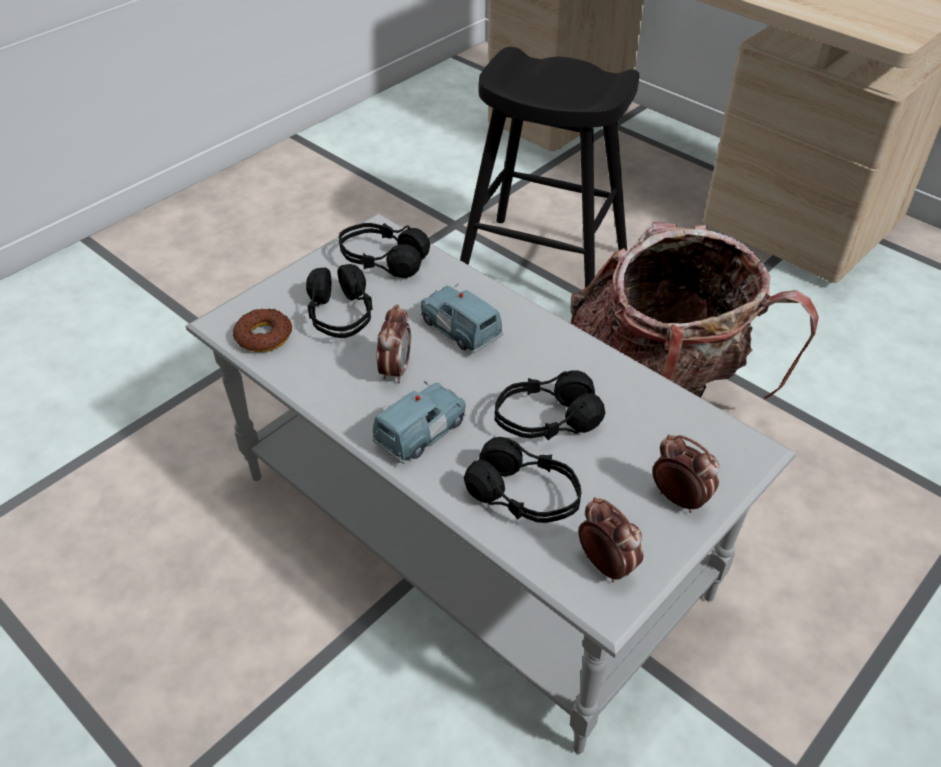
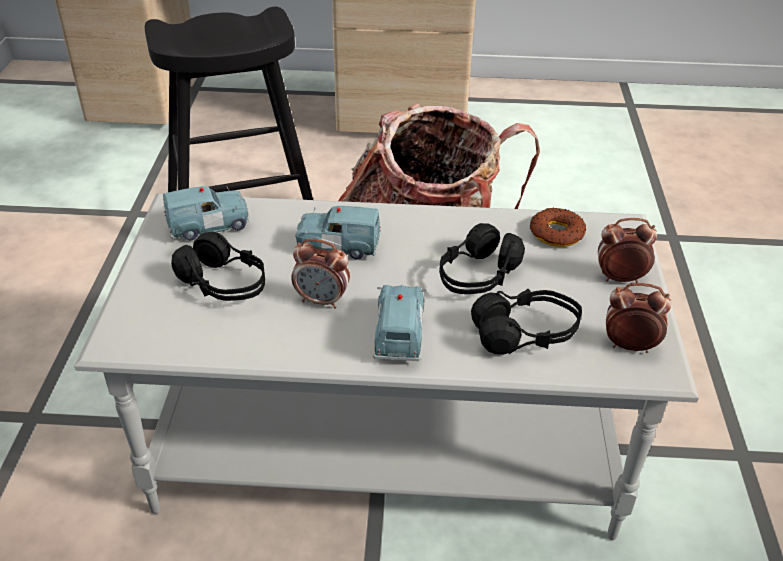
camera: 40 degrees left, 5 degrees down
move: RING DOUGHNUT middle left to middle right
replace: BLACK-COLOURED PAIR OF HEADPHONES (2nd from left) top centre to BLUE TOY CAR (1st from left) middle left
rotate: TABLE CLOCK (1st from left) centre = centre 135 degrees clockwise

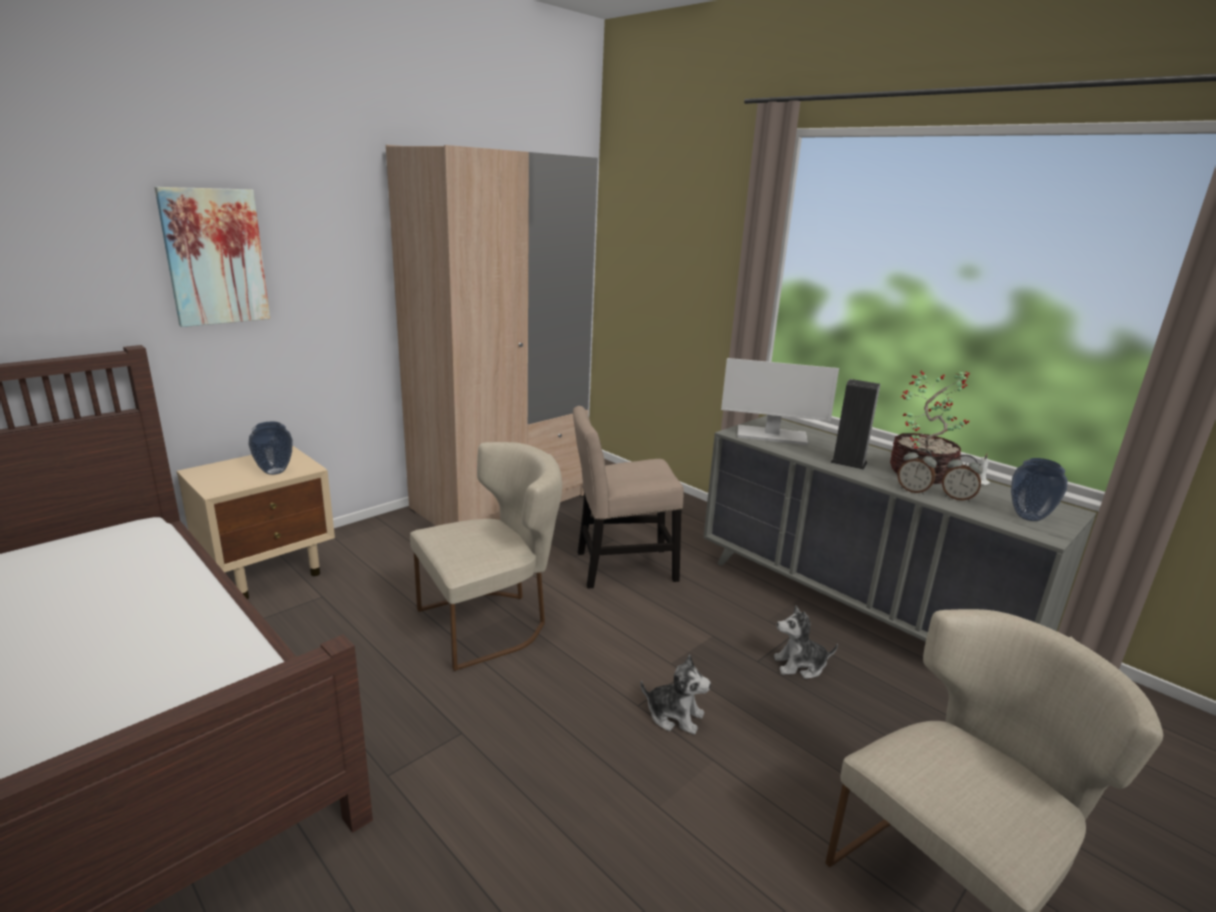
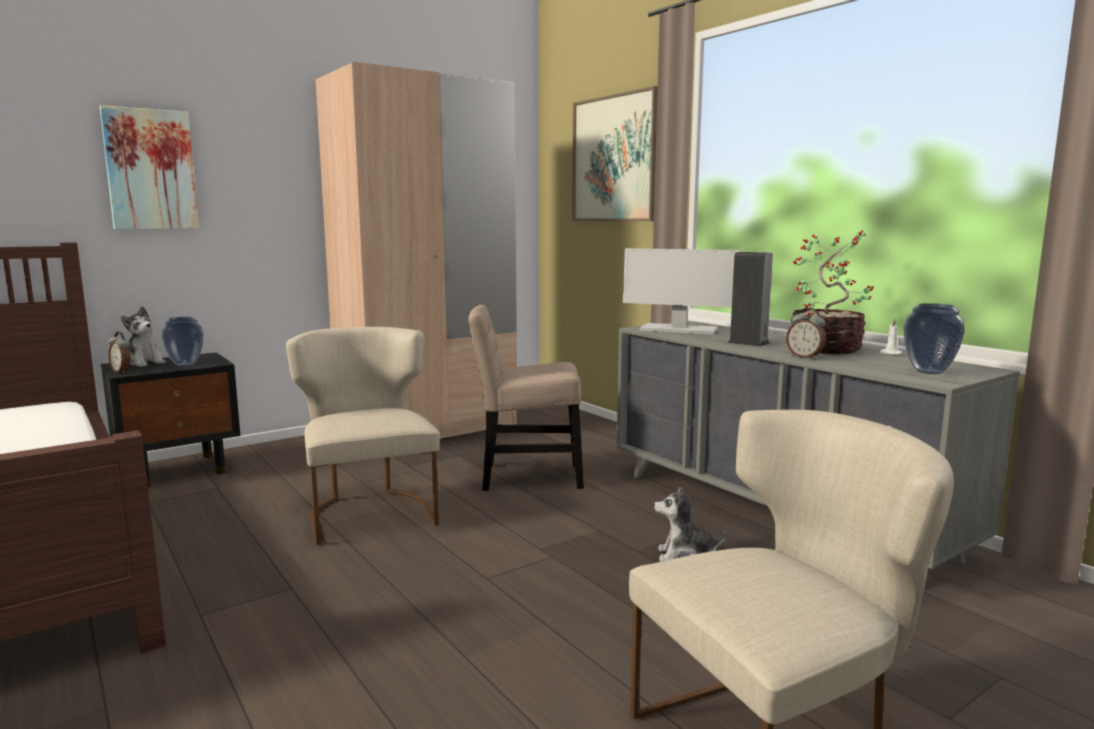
camera: 10 degrees right, 10 degrees down
insert: WALL ART (2nd from left) top centre
move: PLUSH TOY (1st from left) bottom centre to middle left; TABLE CLOCK (2nd from left in the first image) middle right to TABLE CLOCK (1st from left) middle left
recolor: SAND-COLOURED NIGHT TABLE middle left to BLACK-COLOURED NIGHT TABLE middle left
rotate: SAND-COLOURED PLAIN CHAIR (1st from left) centre = middle left 90 degrees counterclockwise

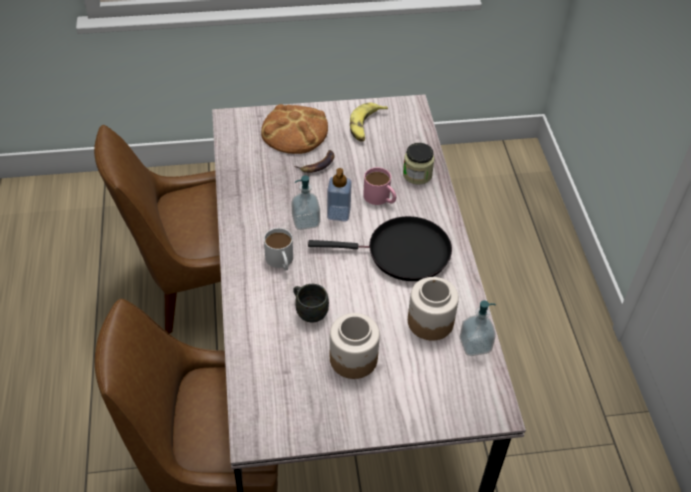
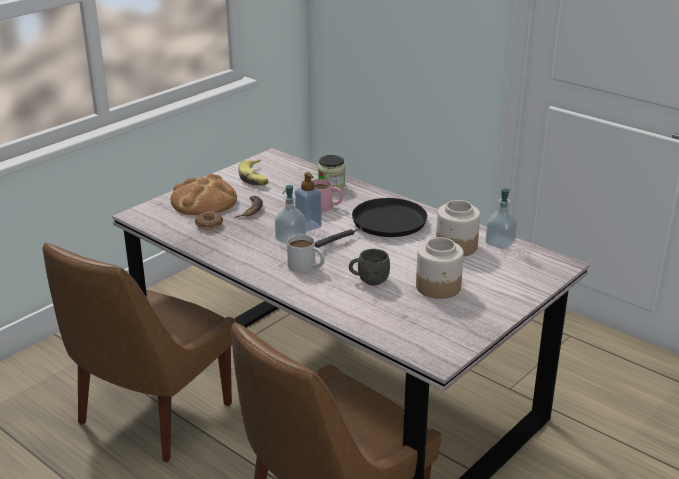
camera: 40 degrees left, 20 degrees down
insert: RING DOUGHNUT middle left

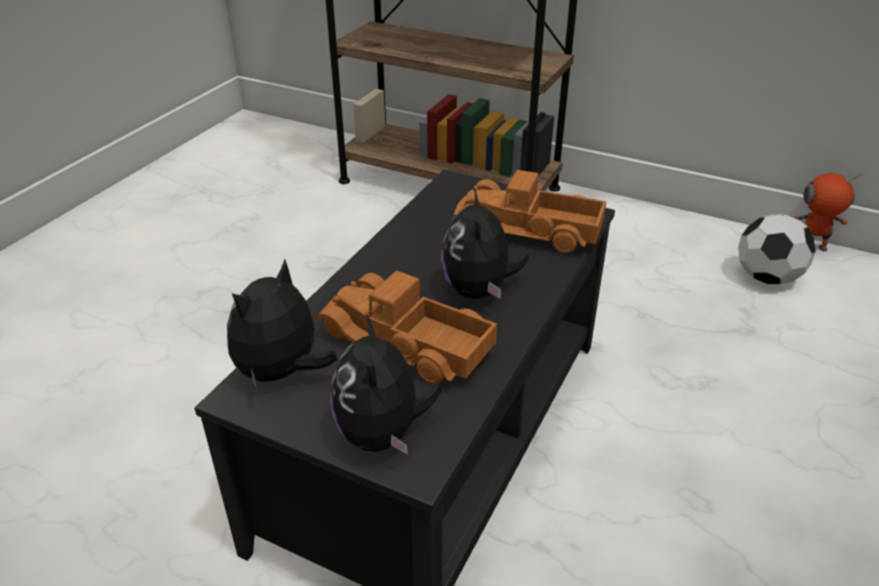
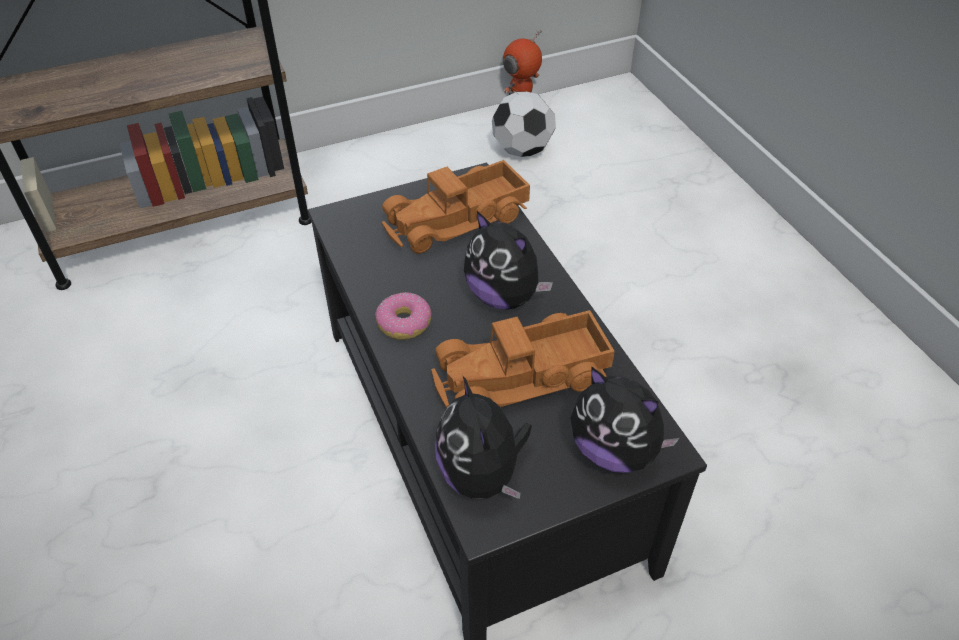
camera: 50 degrees left, 10 degrees up
insert: RING DOUGHNUT centre

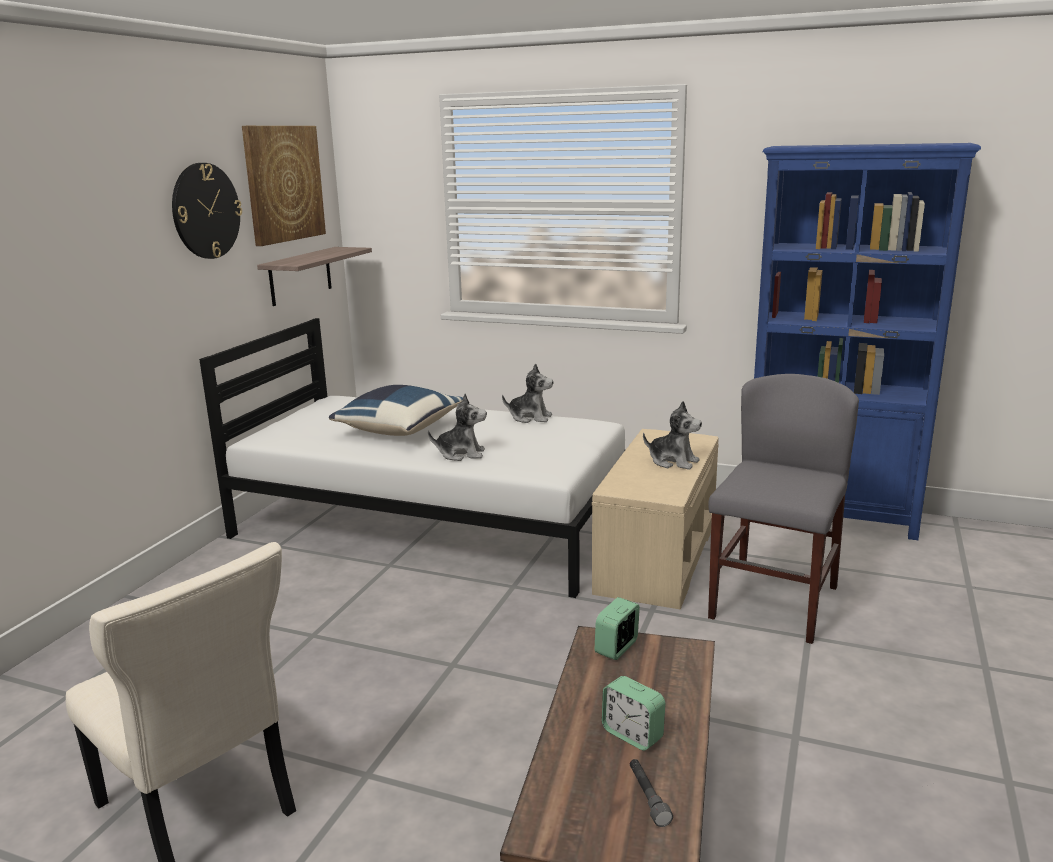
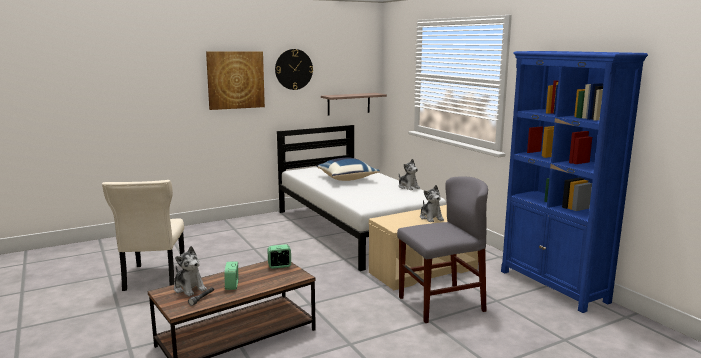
camera: 40 degrees right, 5 degrees down
move: WALL ART top left to top centre; PLUSH TOY (1st from left) centre to bottom left

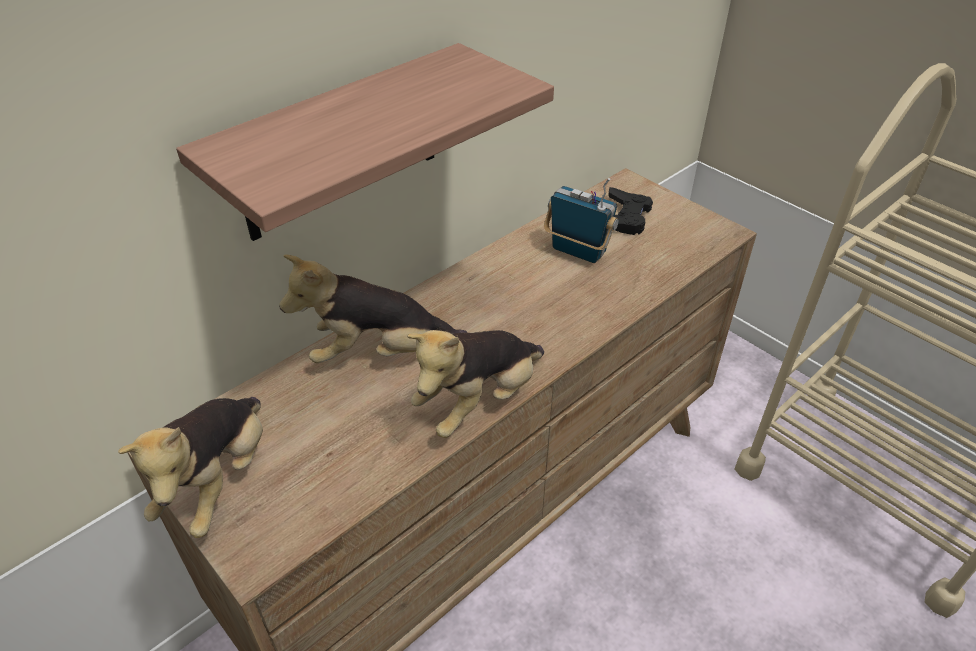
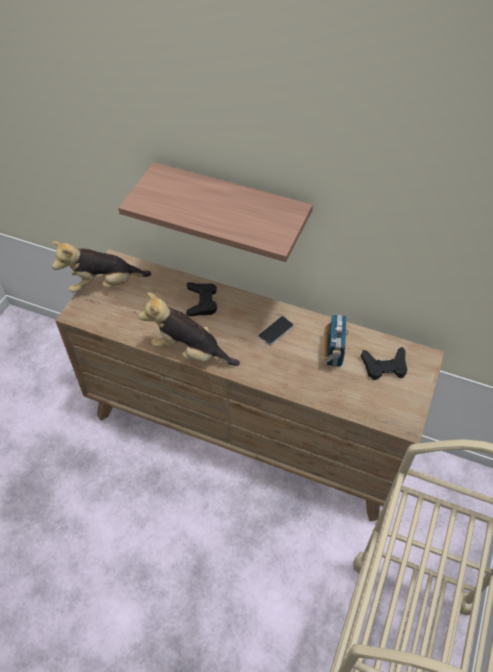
camera: 65 degrees right, 10 degrees up
insert: PHONE centre
replace: PLUSH TOY (2nd from left) centre to BLACK-COLOURED JOYPAD (1st from left) centre

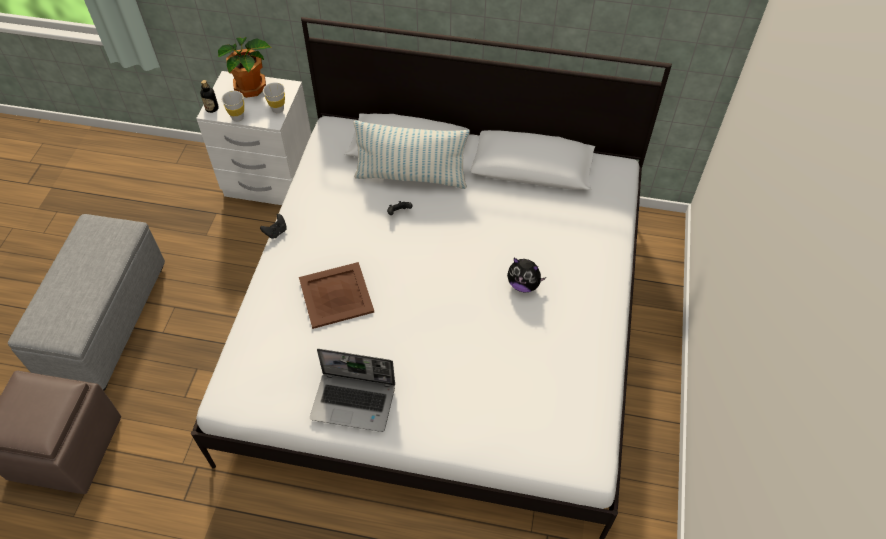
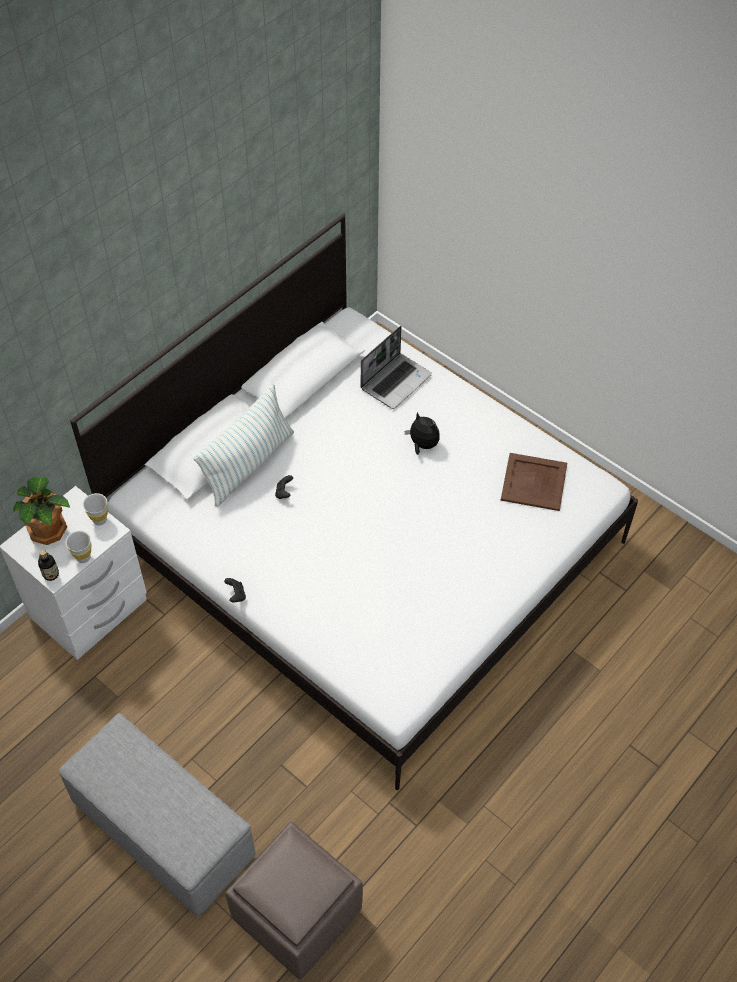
camera: 60 degrees left, 0 degrees up
move: BROWN-COLOURED TRAY centre to middle right; NOTEBOOK COMPUTER bottom centre to centre
rotate: PLUSH TOY centre = centre 105 degrees counterclockwise

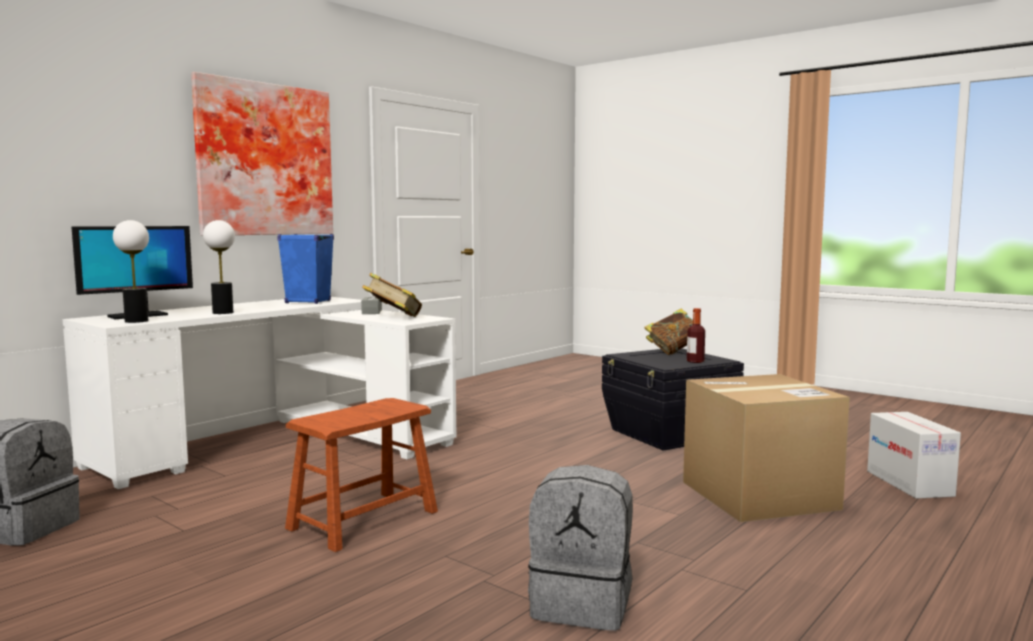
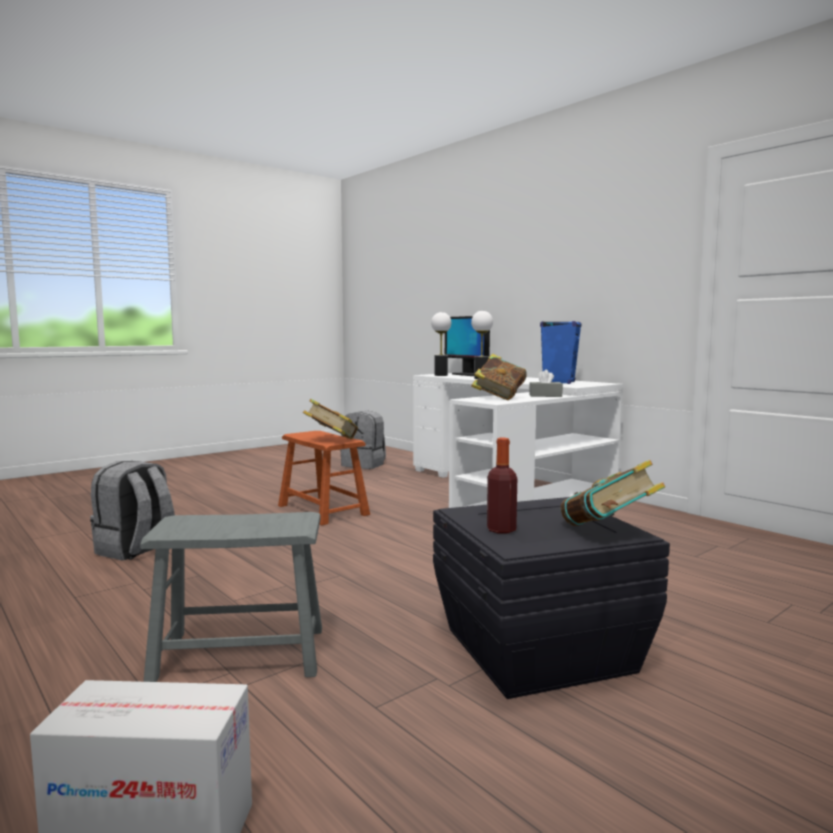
camera: 100 degrees right, 0 degrees up
delete: WALL ART top left
insert: BOOK (1st from left) centre
replace: CARTON (1st from left) bottom right to GREY STOOL bottom left

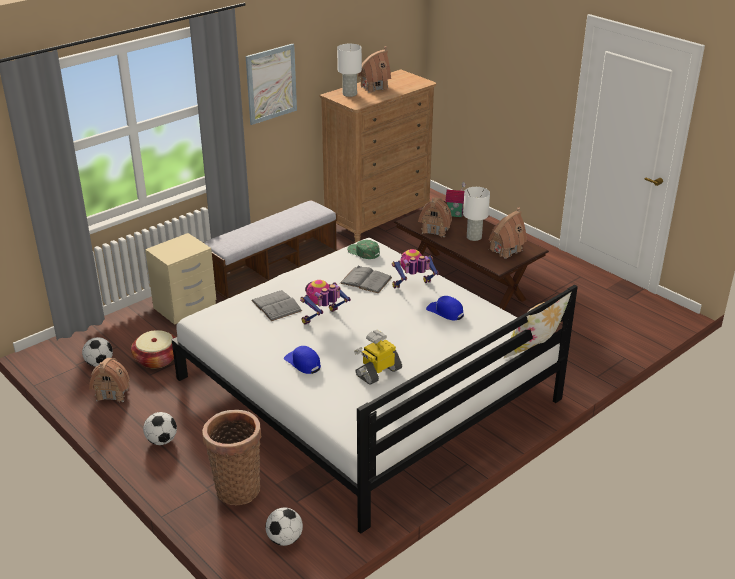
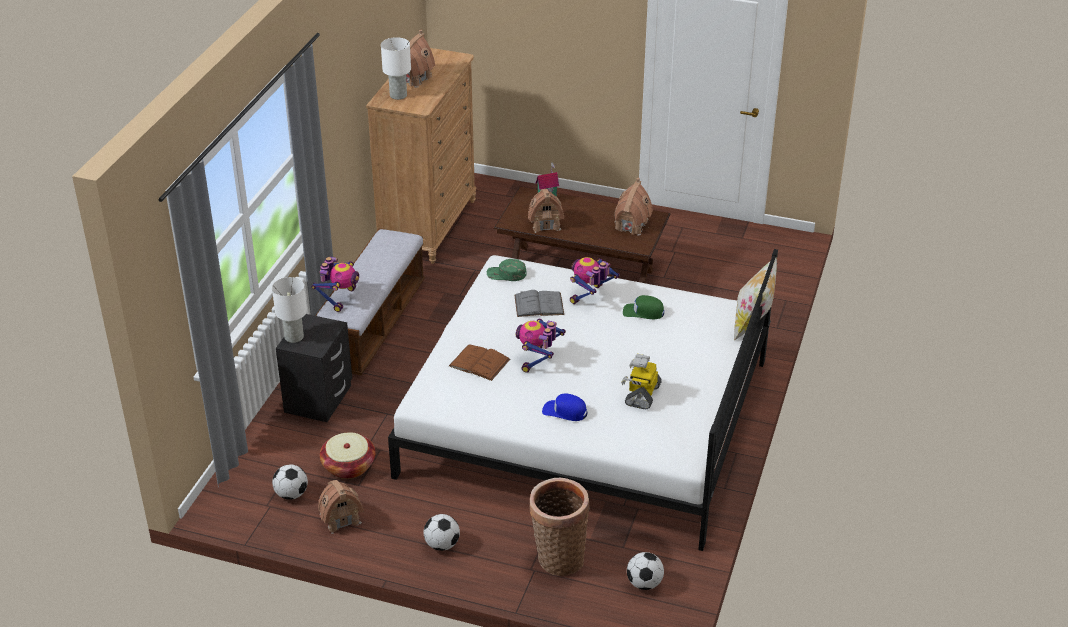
camera: 30 degrees left, 5 degrees up
delete: WALL ART top centre
insert: MODEL ROBOT (1st from left) middle left
move: WHITE-COLOURED TABLE LAMP (2nd from left in the first image) centre to WHITE-COLOURED TABLE LAMP (1st from left) middle left
recolor: SAND-COLOURED NIGHT TABLE middle left to BLACK-COLOURED NIGHT TABLE middle left; GREY BOOK (1st from left) centre to BROWN-COLOURED BOOK centre; BLUE CAP (2nd from left) centre to GREEN-COLOURED CAP (2nd from left) centre

